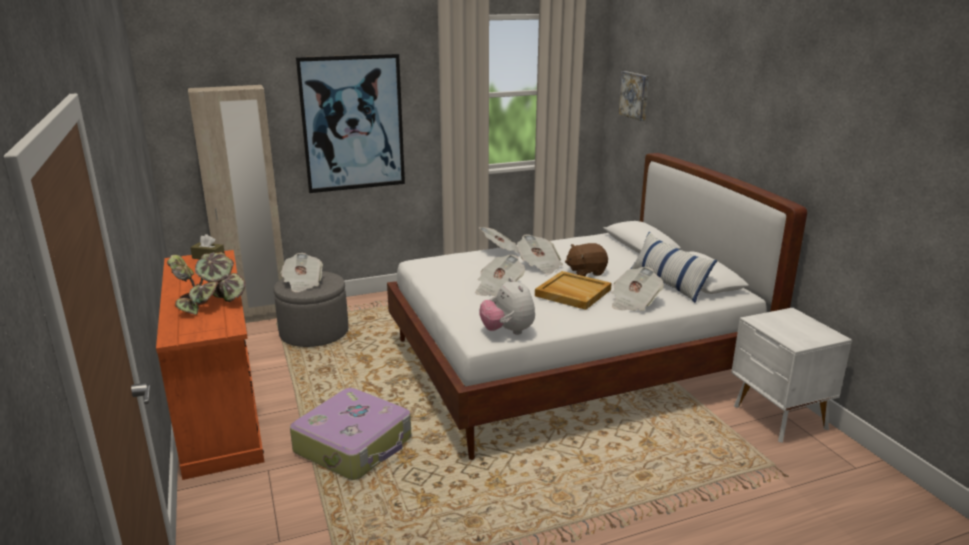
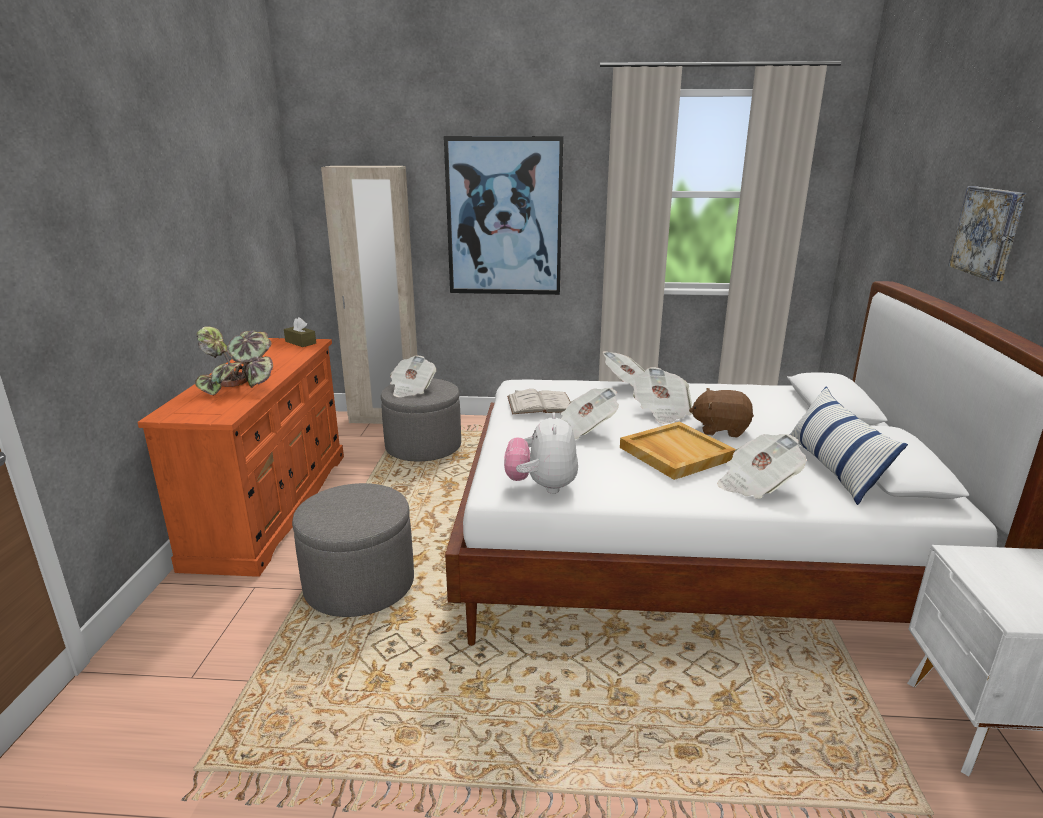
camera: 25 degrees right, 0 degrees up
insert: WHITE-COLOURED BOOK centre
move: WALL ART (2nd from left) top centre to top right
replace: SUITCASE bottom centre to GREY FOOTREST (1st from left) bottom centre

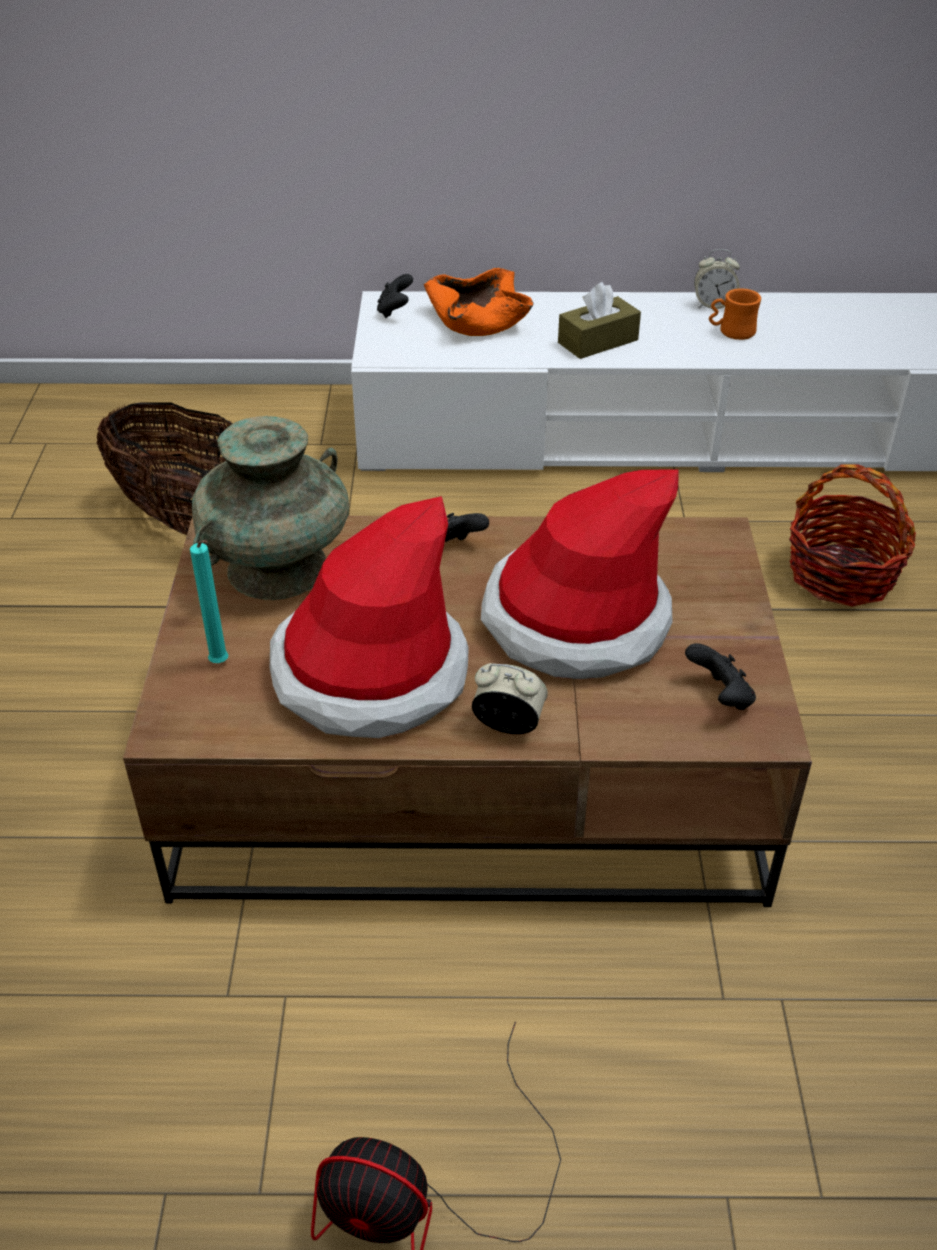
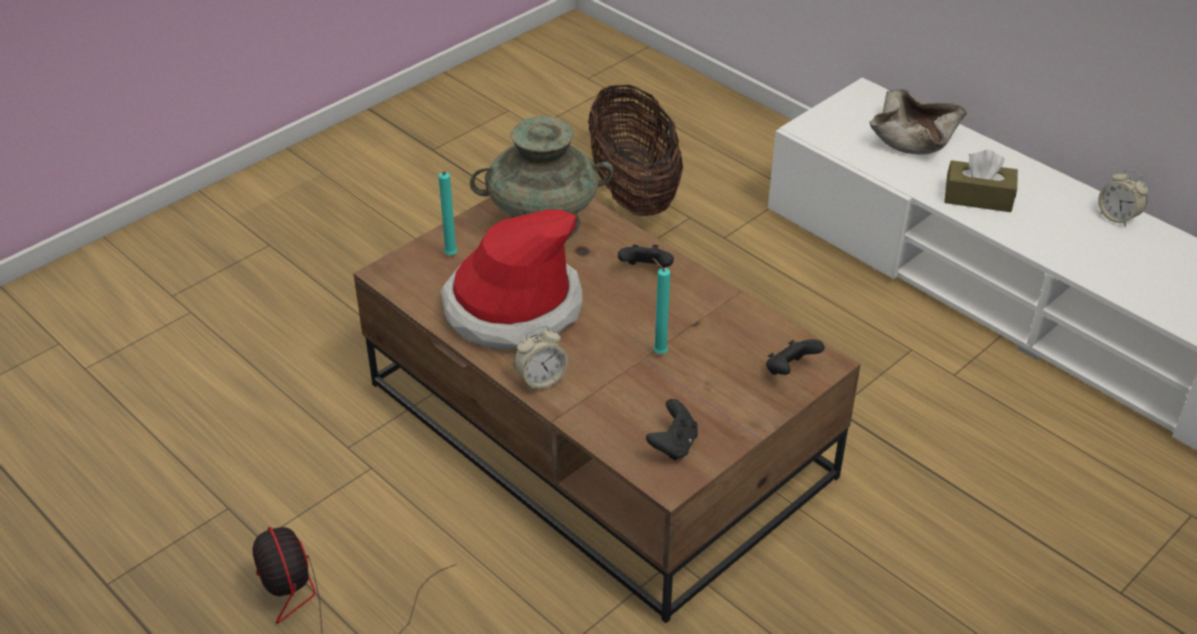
camera: 45 degrees right, 0 degrees up
delete: ORANGE-COLOURED COFFEE MUG top right; STORAGE BASKET (2nd from left) middle right
move: BLACK-COLOURED JOYPAD (1st from left in the first image) top centre to BLACK-COLOURED JOYPAD (3rd from left) centre
replace: WEARABLE HAT (2nd from left) centre to BLUE-GREEN WAX CANDLE (2nd from left) centre
recolor: ORANGE-COLOURED BOWL top centre to SAND-COLOURED BOWL top right
rotate: TABLE CLOCK (1st from left) centre = centre 90 degrees clockwise

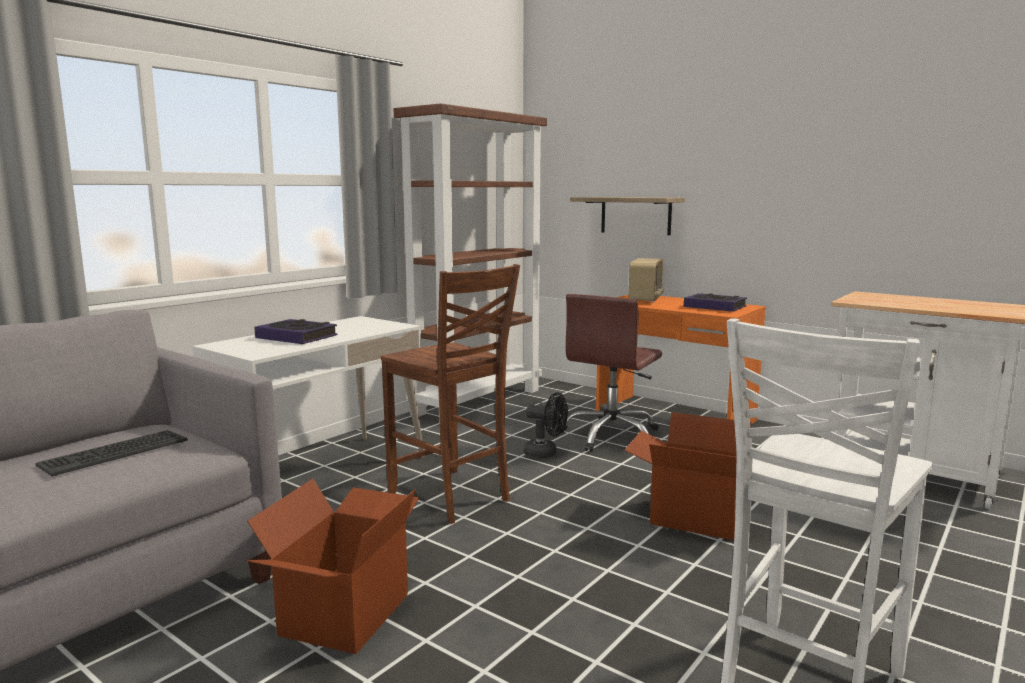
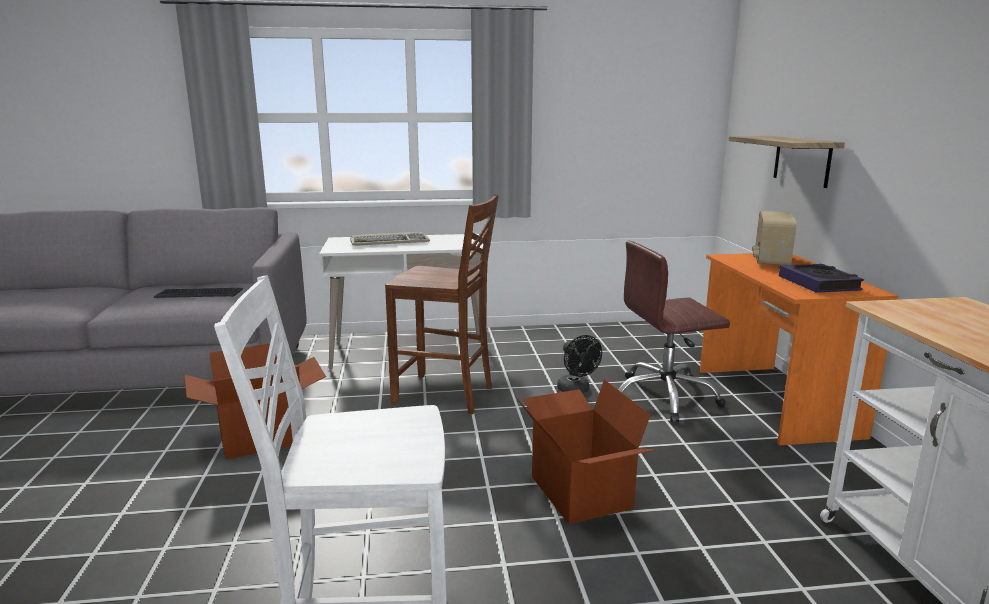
camera: 45 degrees right, 5 degrees up
delete: BROWN-COLOURED BOOKCASE centre
replace: BOOK (1st from left) middle left to COMPUTER KEYBOARD (2nd from left) centre
rotate: BROWN-COLOURED PLAIN CHAIR centre = centre 75 degrees counterclockwise; RADIO RECEIVER centre = middle right 135 degrees clockwise

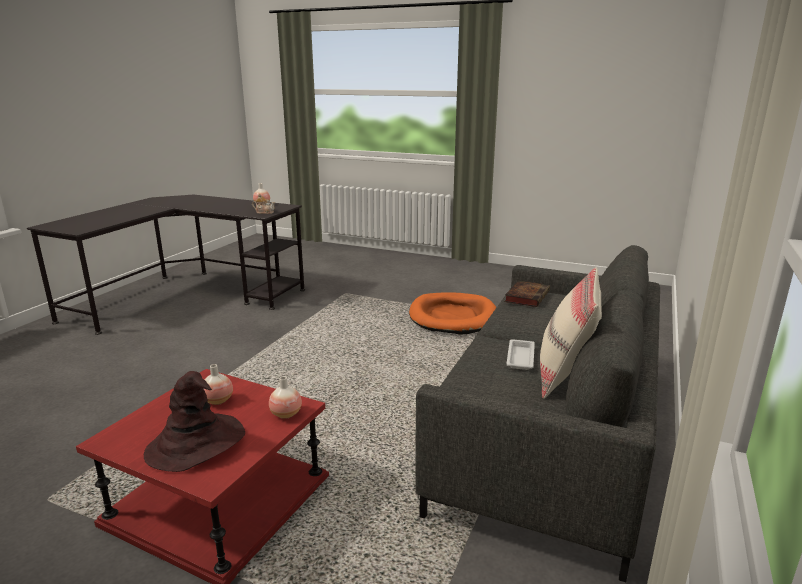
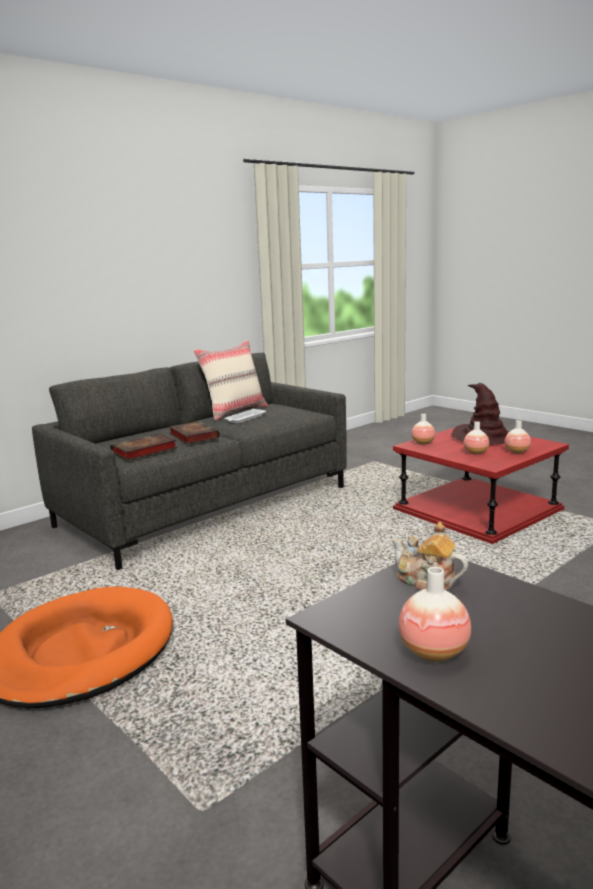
camera: 155 degrees left, 5 degrees down
insert: BOOK (2nd from left) middle left; VASE (4th from left) middle right

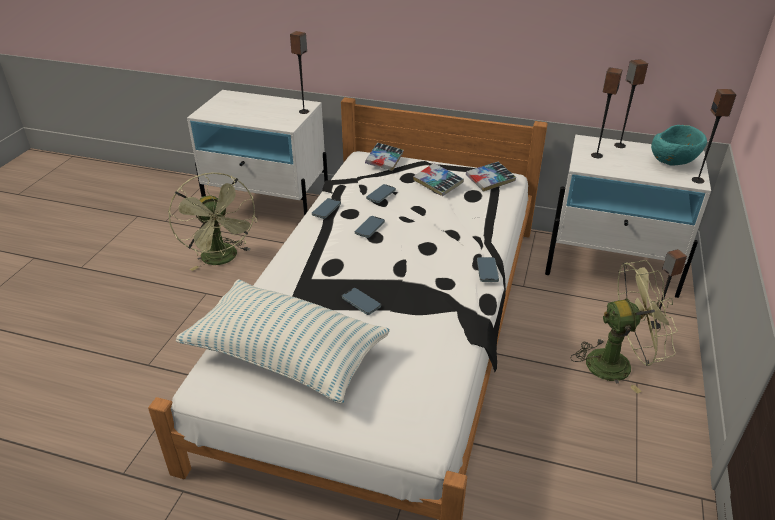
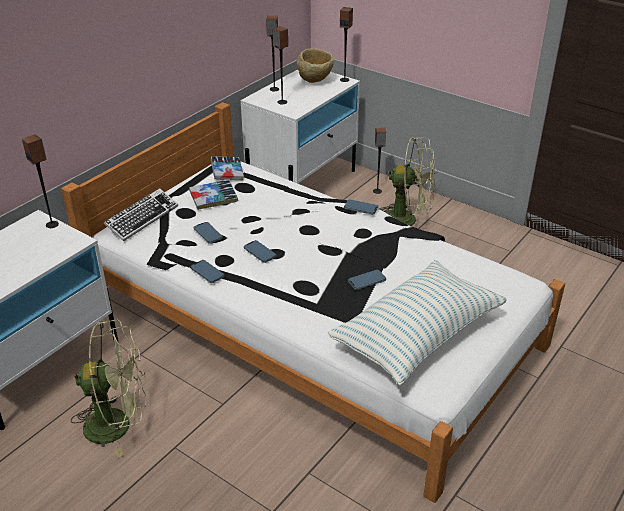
camera: 70 degrees left, 0 degrees up
replace: BOOK (1st from left) top centre to COMPUTER KEYBOARD middle left
recolor: BLUE-GREEN BOWL top right to SAND-COLOURED BOWL top centre
rotate: GREEN-COLOURED ELECTRIC FAN (2nd from left) middle right = centre 90 degrees clockwise

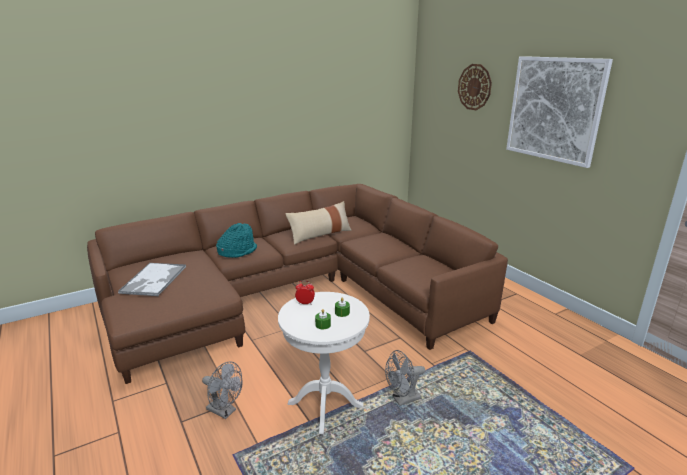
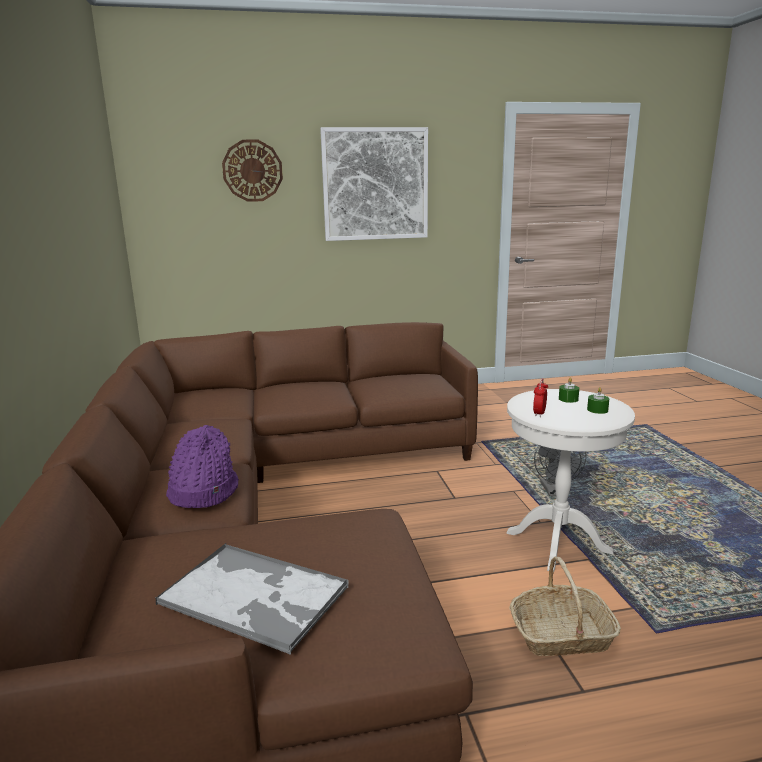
camera: 70 degrees left, 5 degrees down
delete: SAND-COLOURED CUSHION centre
replace: GREY ELECTRIC FAN (1st from left) bottom left to STORAGE BASKET bottom right
recolor: BLUE-GREEN WEARABLE HAT centre to PURPLE-COLOURED WEARABLE HAT middle left

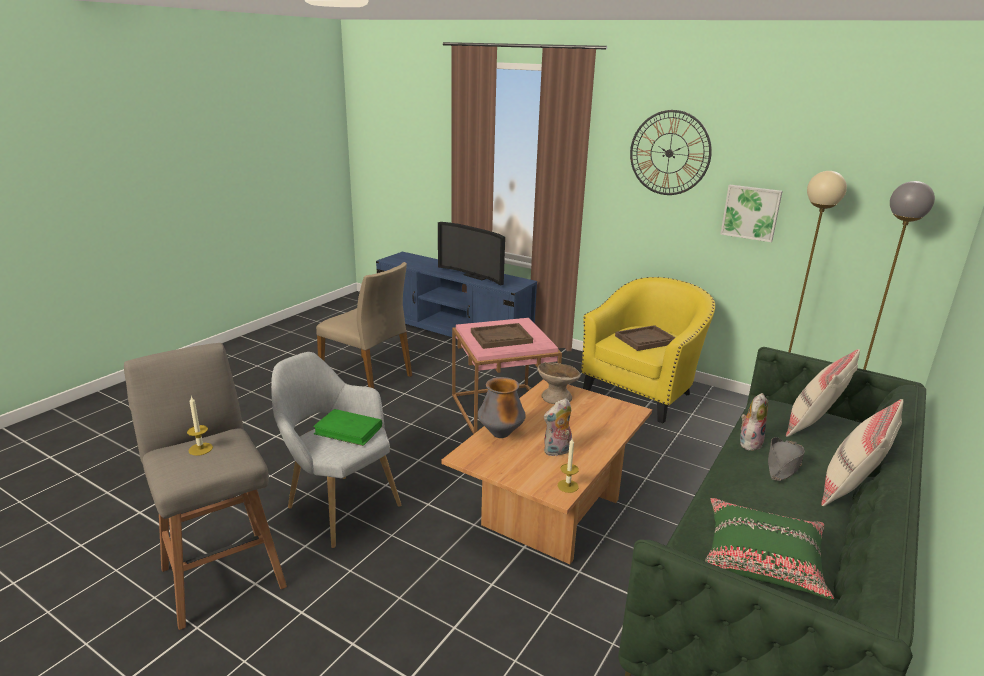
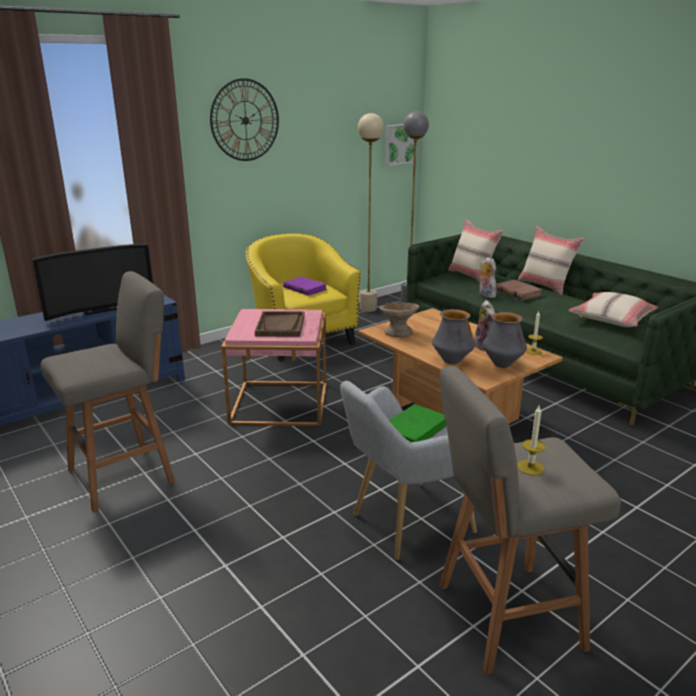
camera: 70 degrees left, 0 degrees up
insert: VASE (2nd from left) middle right
move: WALL ART top right to top centre
replace: SAND-COLOURED PLAIN CHAIR centre to GREY STOOL (1st from left) middle left; BROWN-COLOURED TRAY (2nd from left) centre to PURPLE-COLOURED BOOK centre; GREY WEARABLE HAT bottom right to BROWN-COLOURED BOOK middle right
recolor: GREEN-COLOURED CUSHION bottom right to SAND-COLOURED CUSHION (3rd from left) middle right

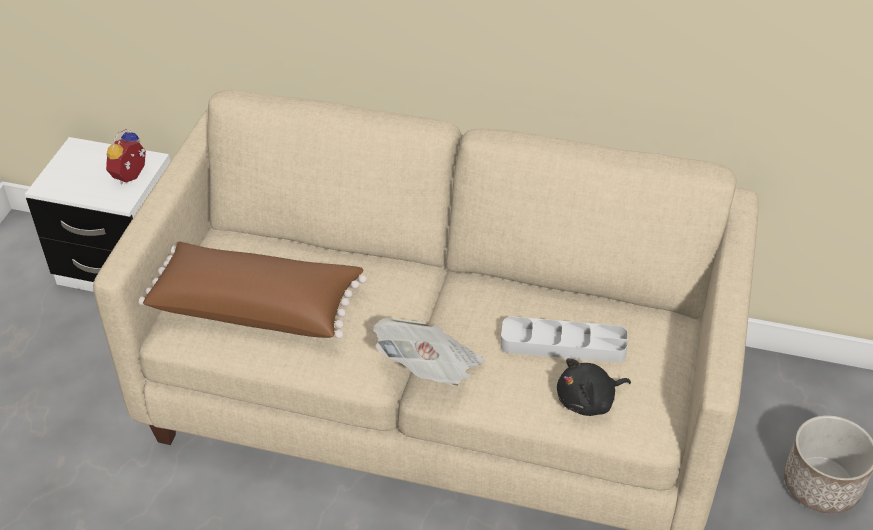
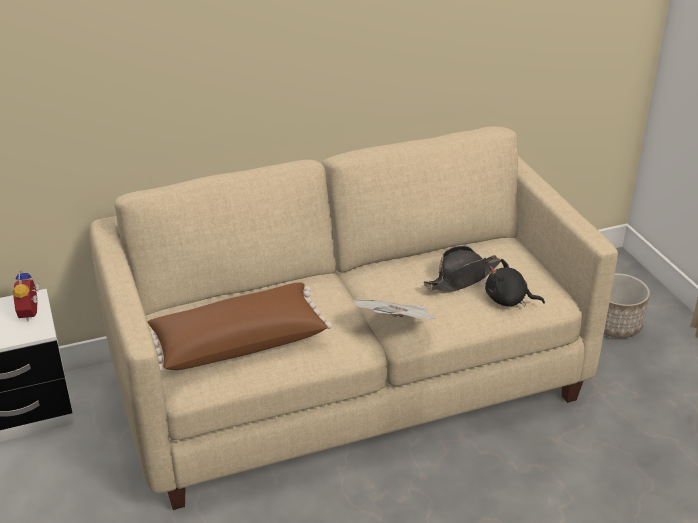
camera: 35 degrees left, 10 degrees down
replace: GREY TRAY centre to BLACK-COLOURED WEARABLE HAT centre
rotate: BLACK-COLOURED PLUSH TOY bottom right = middle right 75 degrees clockwise

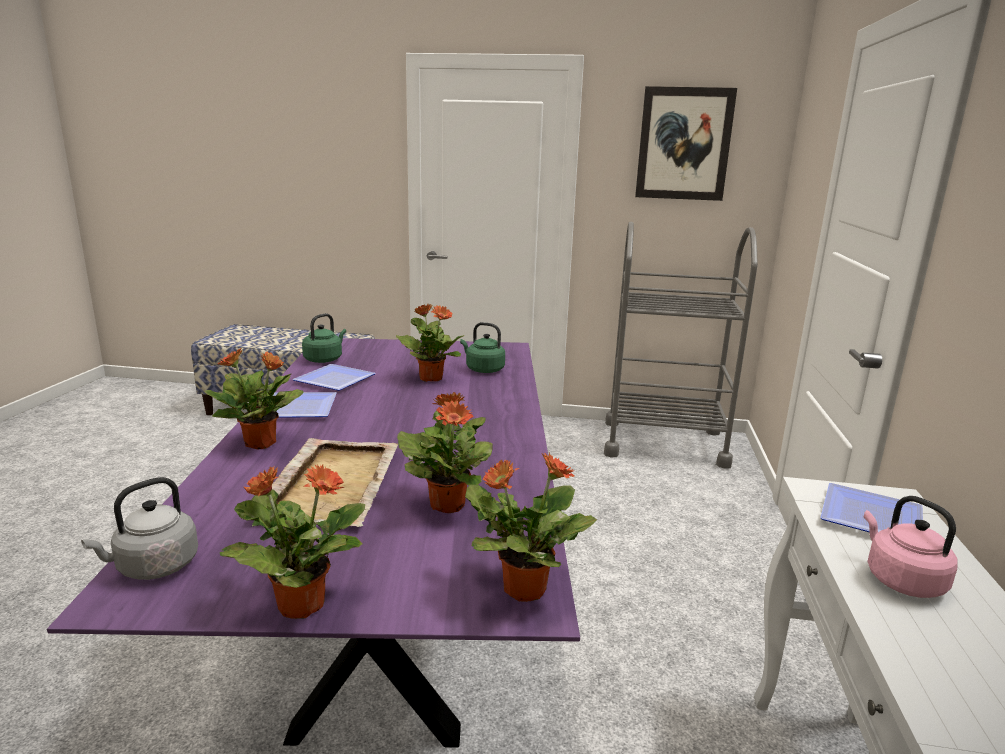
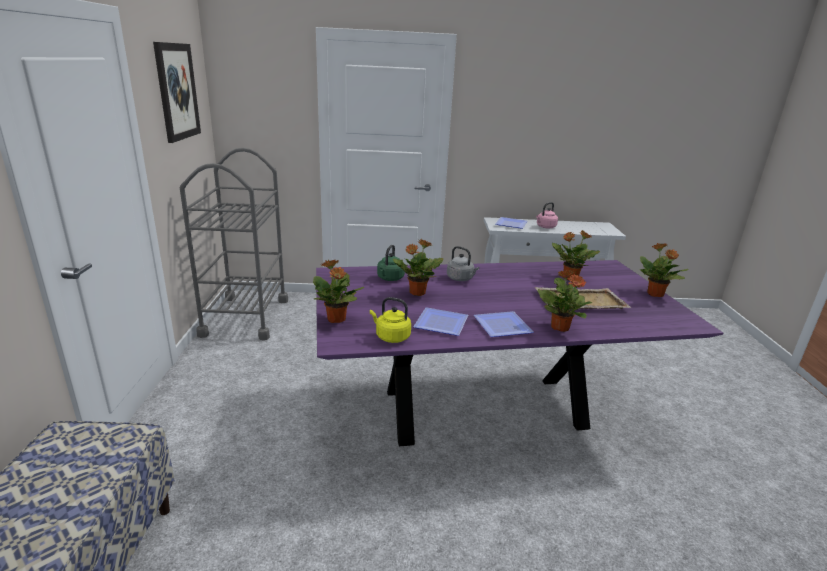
camera: 100 degrees left, 5 degrees up
move: GREY TEA KETTLE bottom left to centre; POTTED PLANT (5th from left in the first image) bottom centre to POTTED PLANT (1st from left) centre
recolor: GREEN-COLOURED TEA KETTLE (1st from left) middle left to YELLOW-COLOURED TEA KETTLE centre

